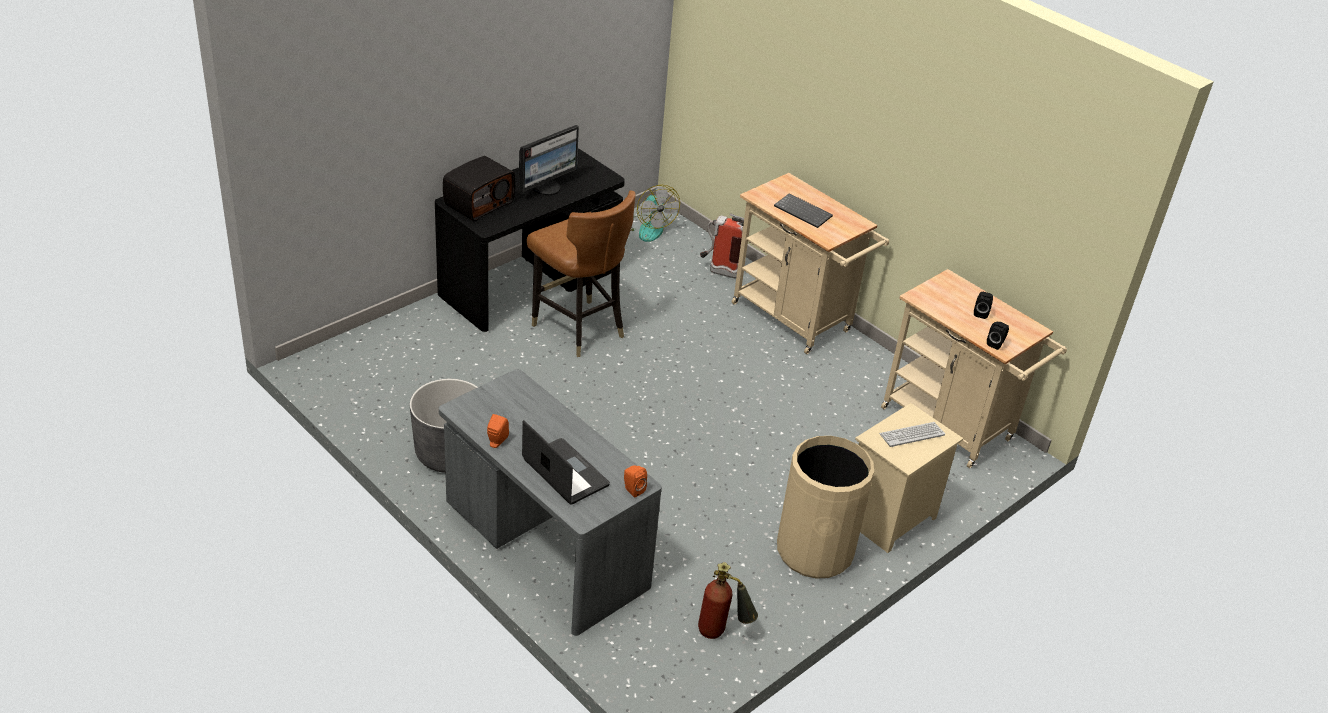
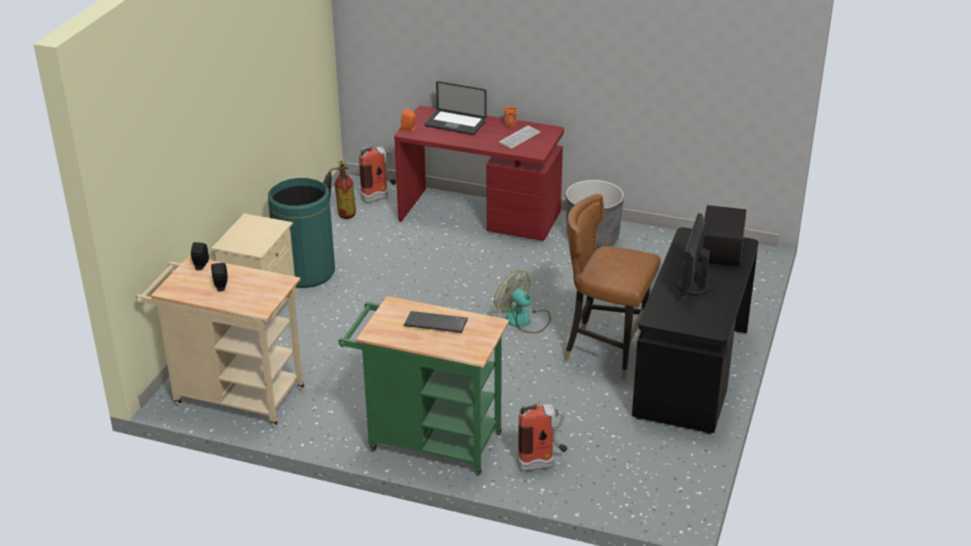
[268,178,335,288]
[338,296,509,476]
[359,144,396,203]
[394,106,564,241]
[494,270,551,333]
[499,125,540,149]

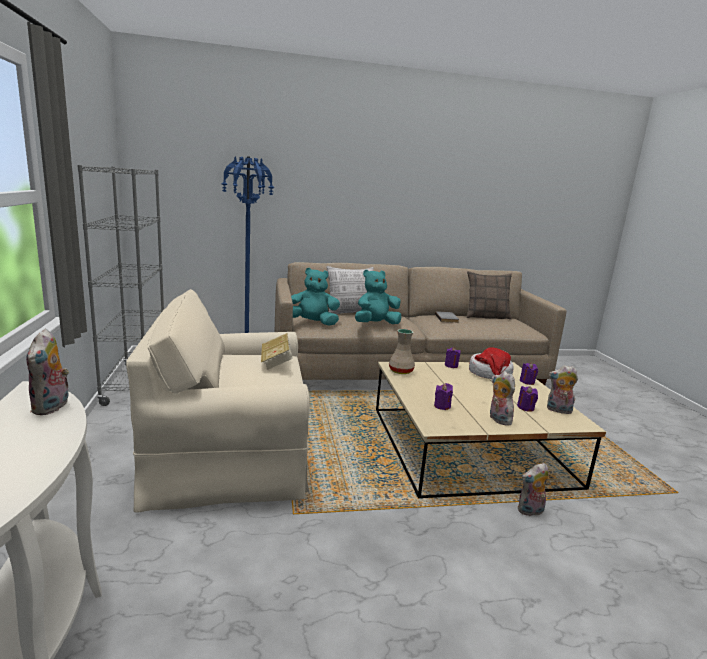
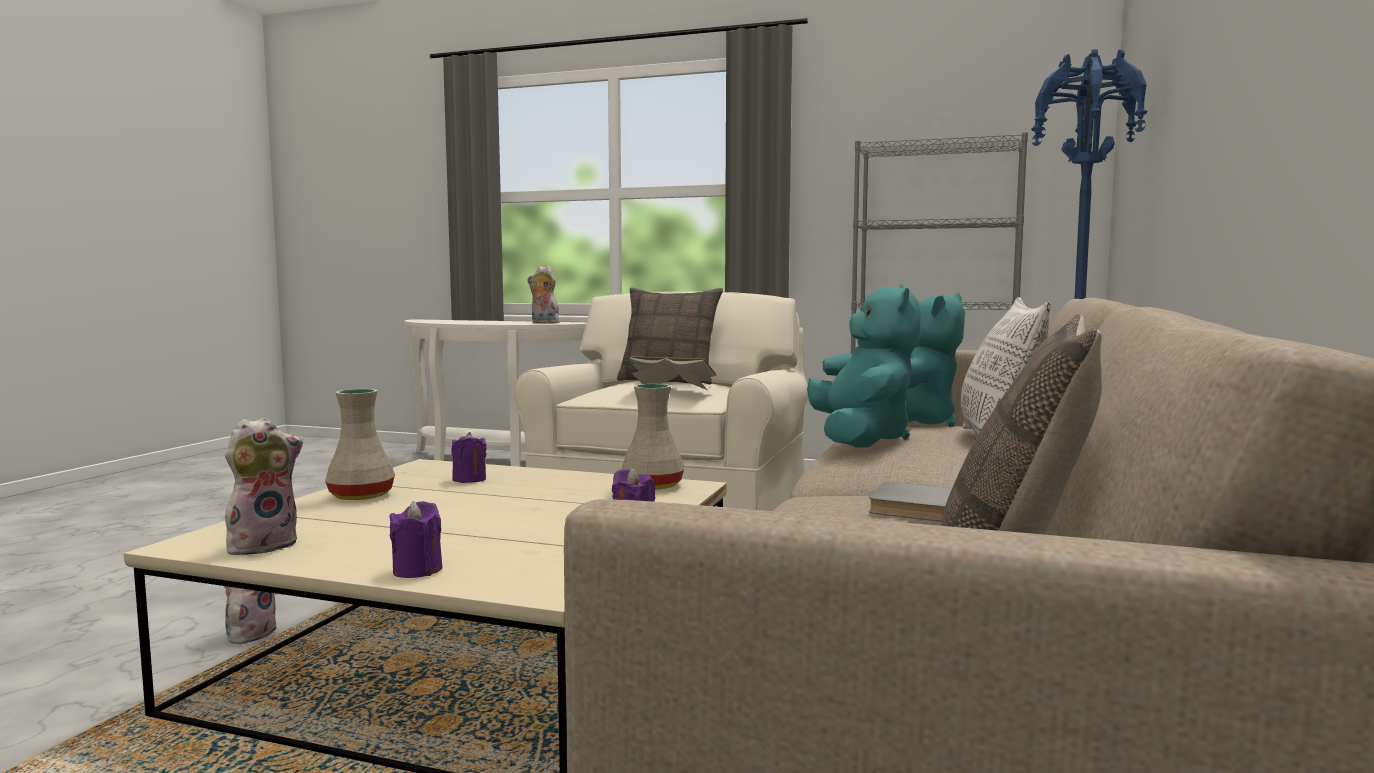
[325,389,395,500]
[617,287,723,385]
[469,347,513,383] (first image)
[517,386,538,412] (first image)

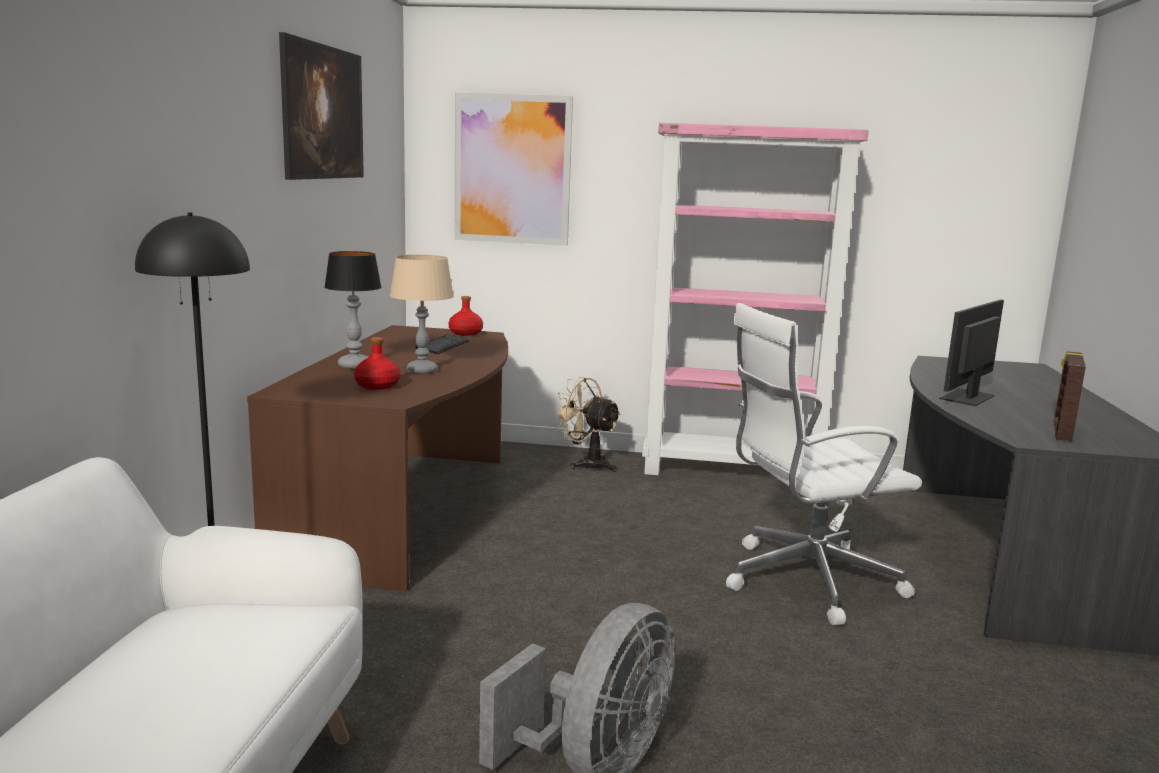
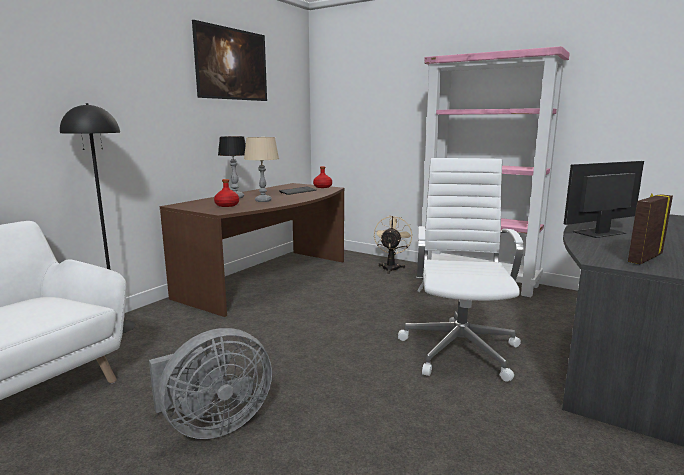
[374,216,413,274]
[398,158,523,382]
[455,93,573,246] (first image)

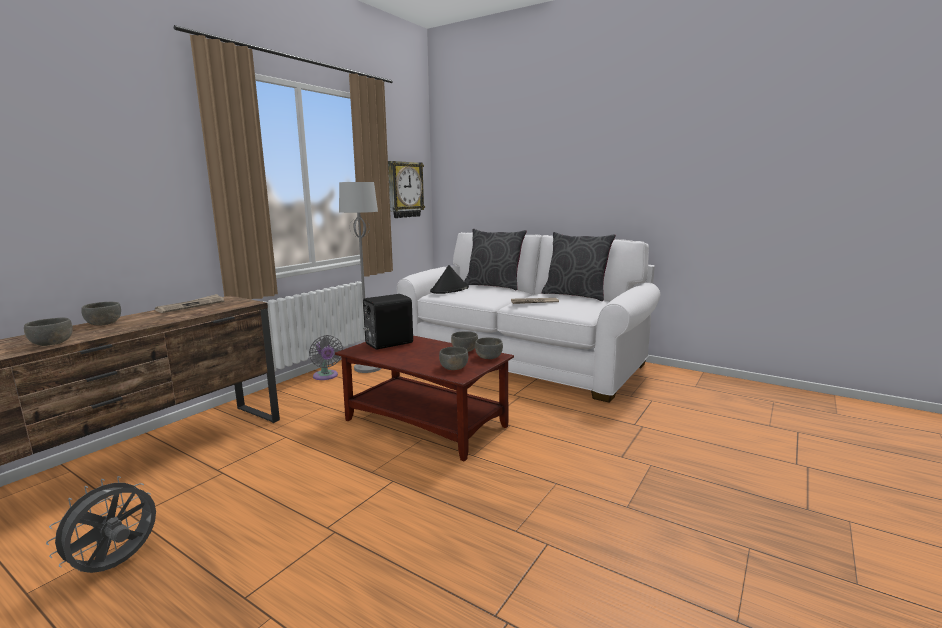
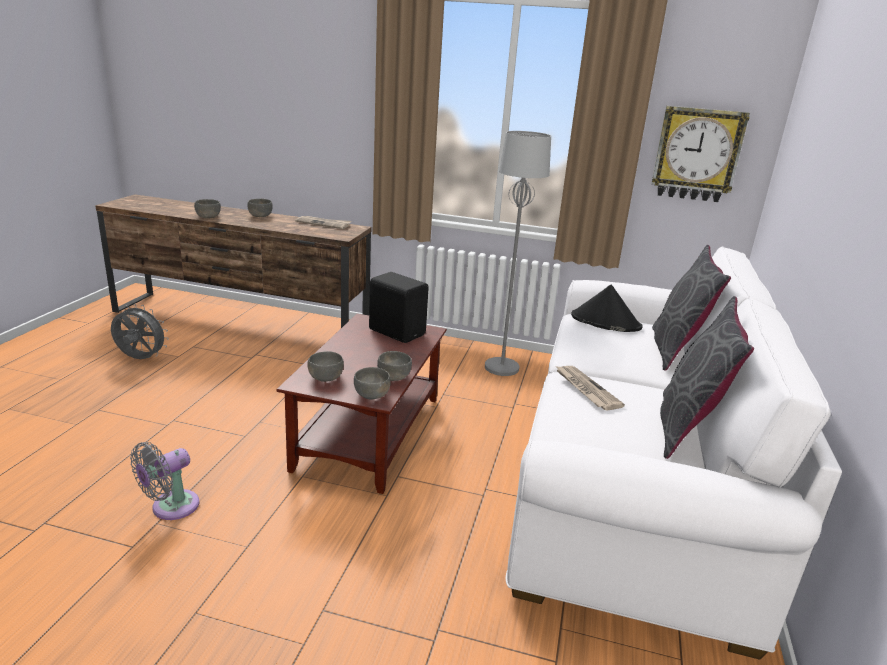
[130,442,199,520]

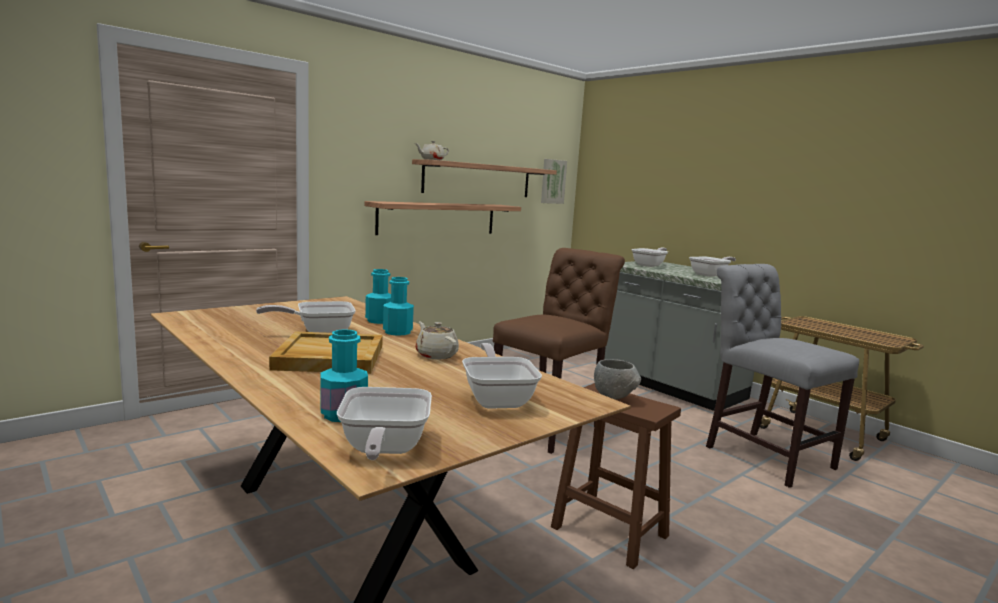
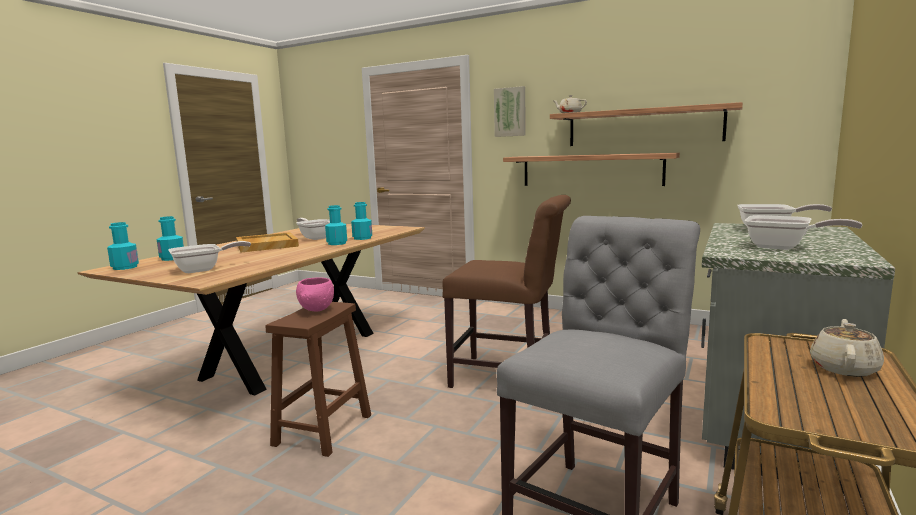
[107,222,139,270]
[296,277,334,311]
[494,86,526,137]
[810,319,884,377]

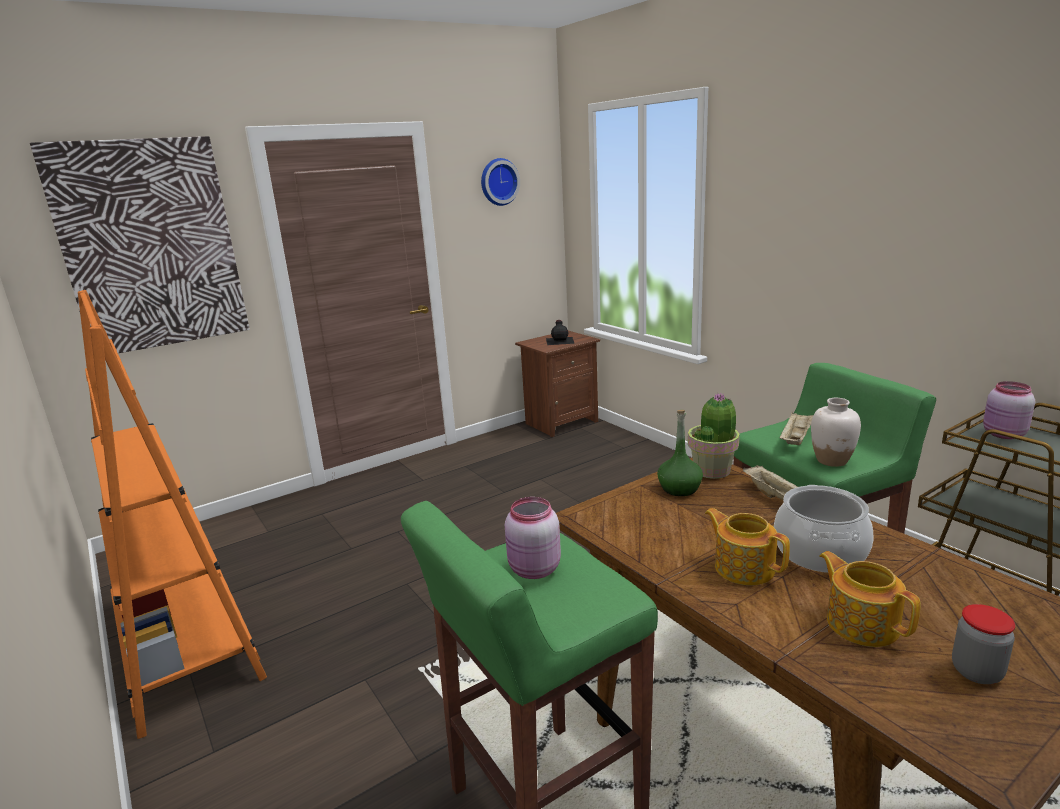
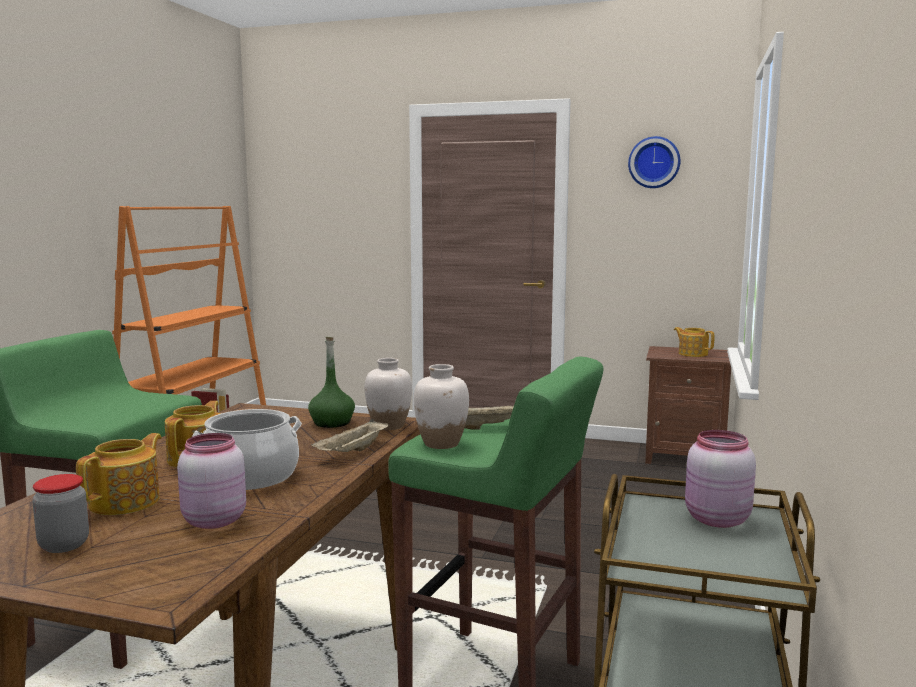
[177,433,246,529]
[365,358,412,430]
[674,327,714,357]
[30,136,250,353] (first image)

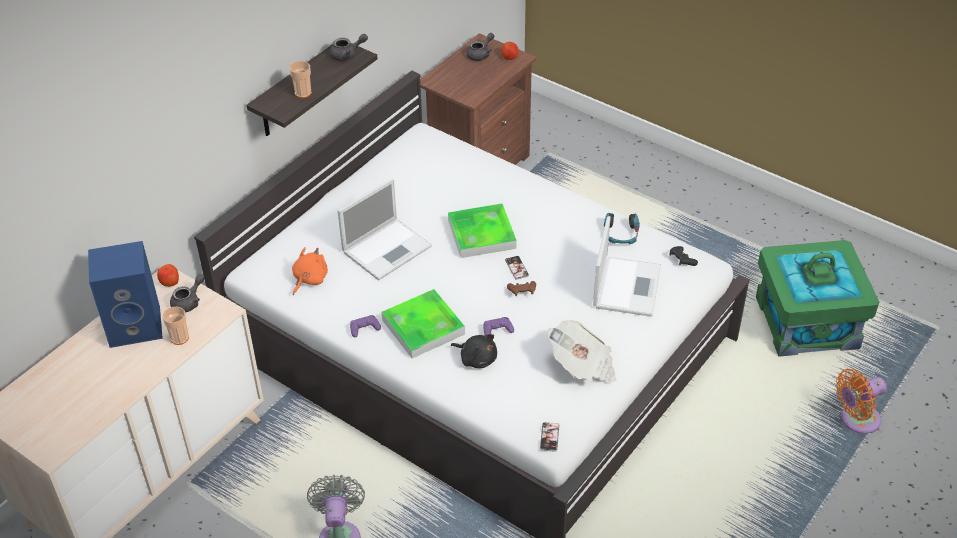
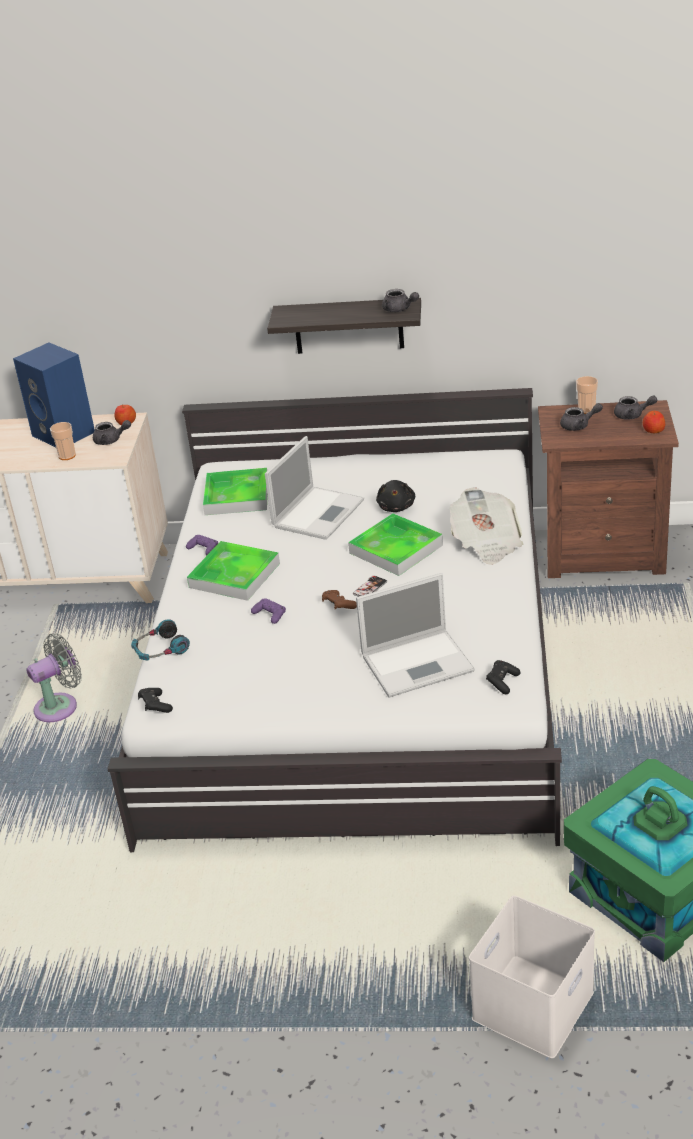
[131,619,190,661]
[138,688,173,713]
[203,468,268,515]
[265,436,364,540]
[376,480,415,512]
[449,488,523,565]
[469,896,595,1058]
[560,403,603,431]
[576,376,598,414]

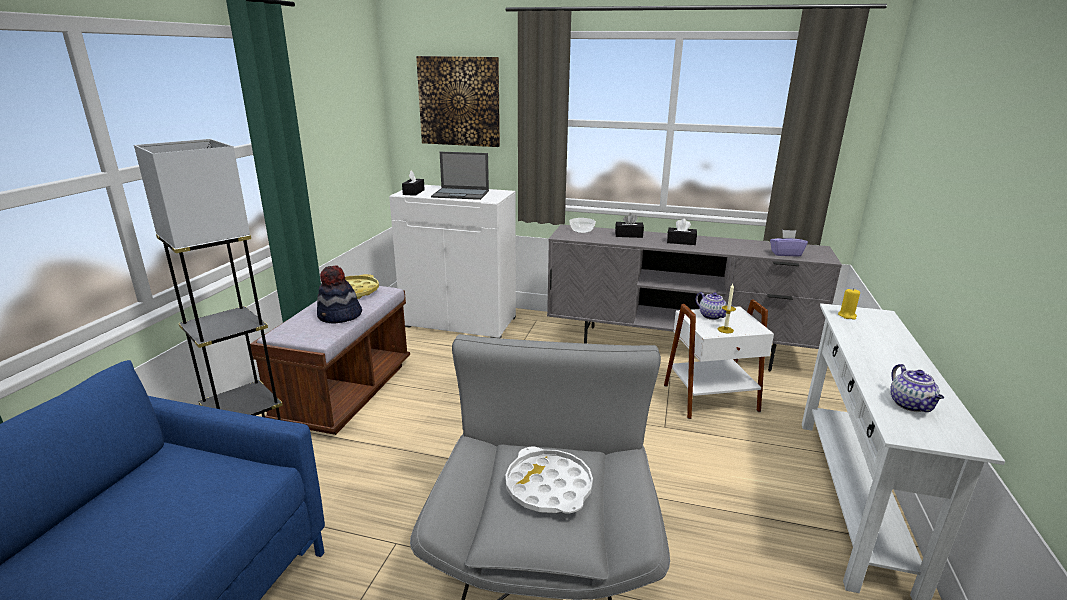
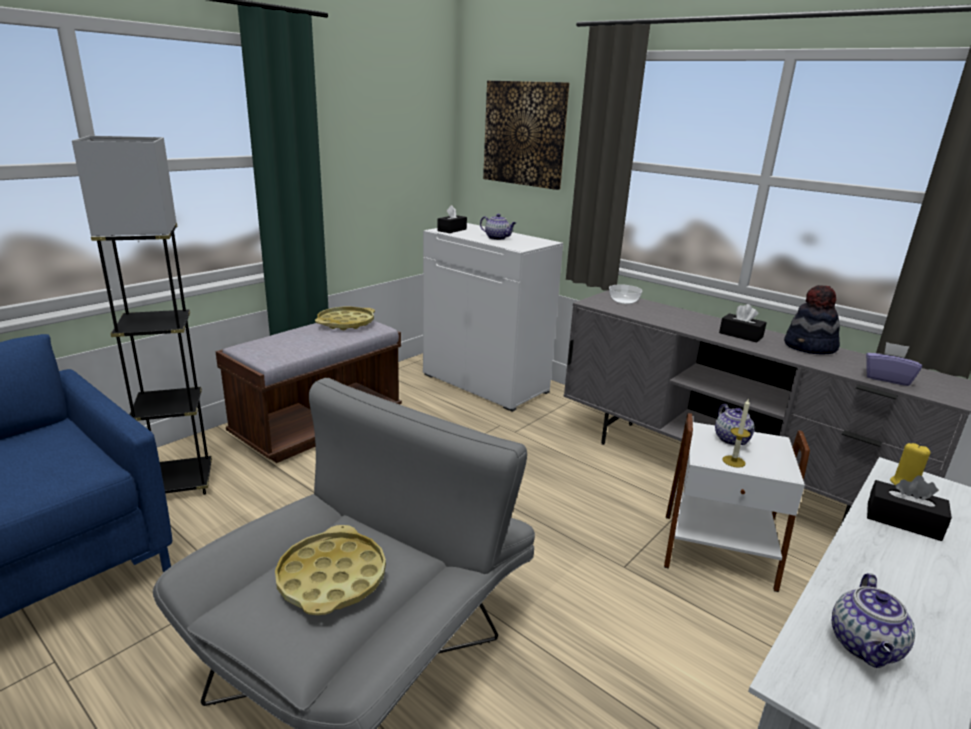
[275,525,386,615]
[480,214,516,240]
[784,285,840,354]
[867,476,952,541]

